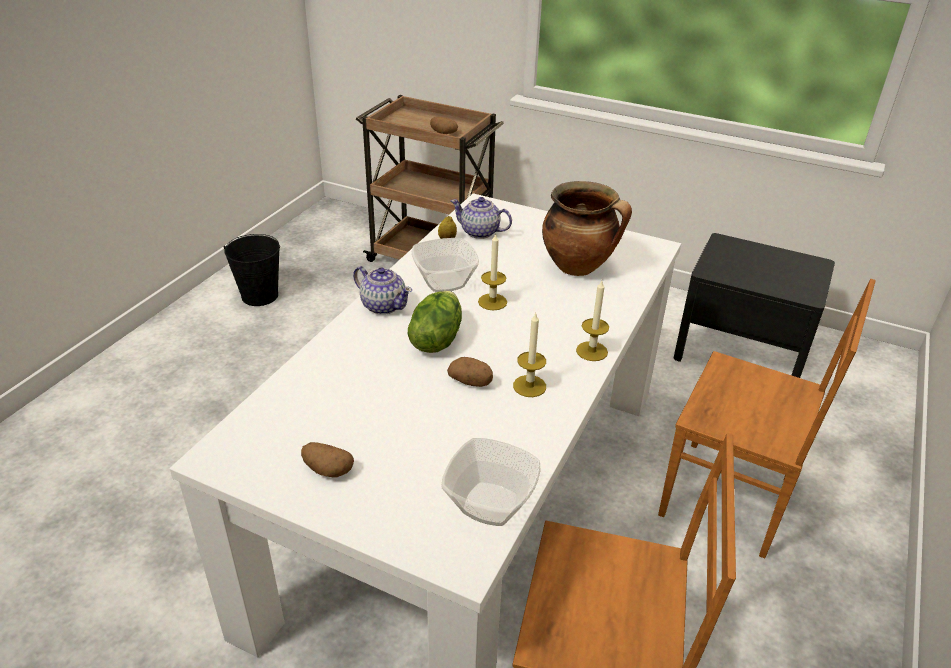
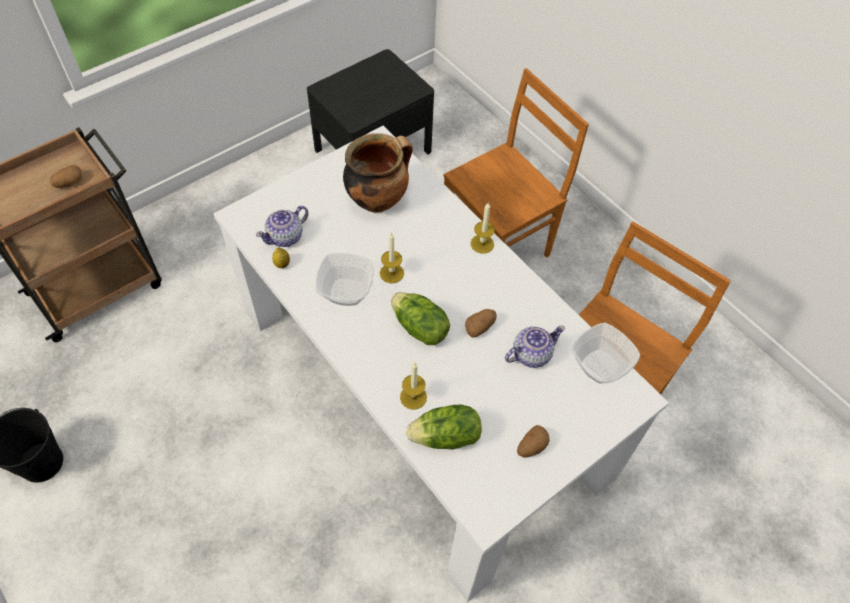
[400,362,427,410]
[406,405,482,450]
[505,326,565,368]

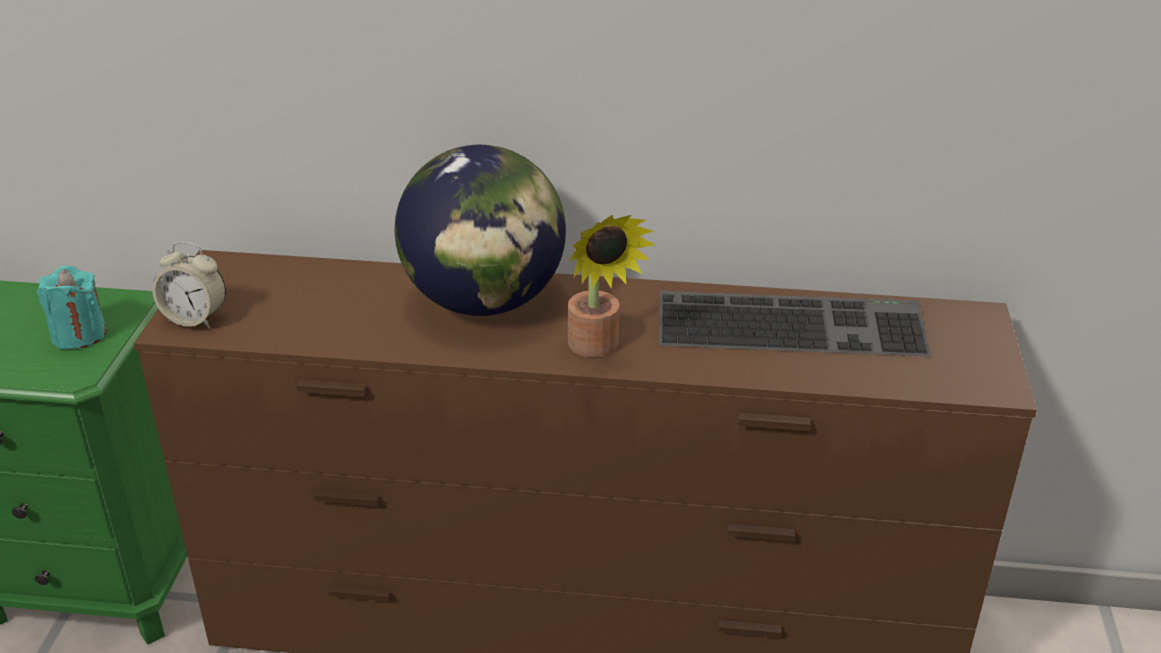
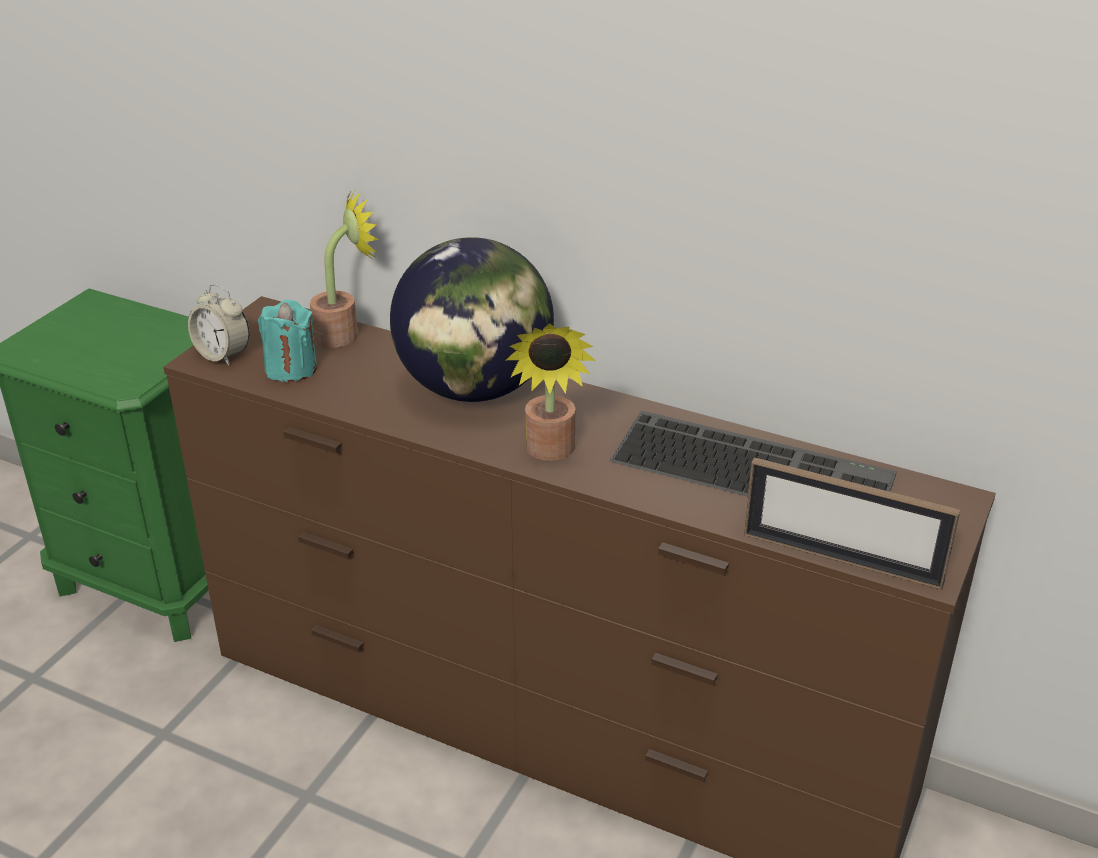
[258,299,317,382]
[310,190,379,348]
[744,457,960,590]

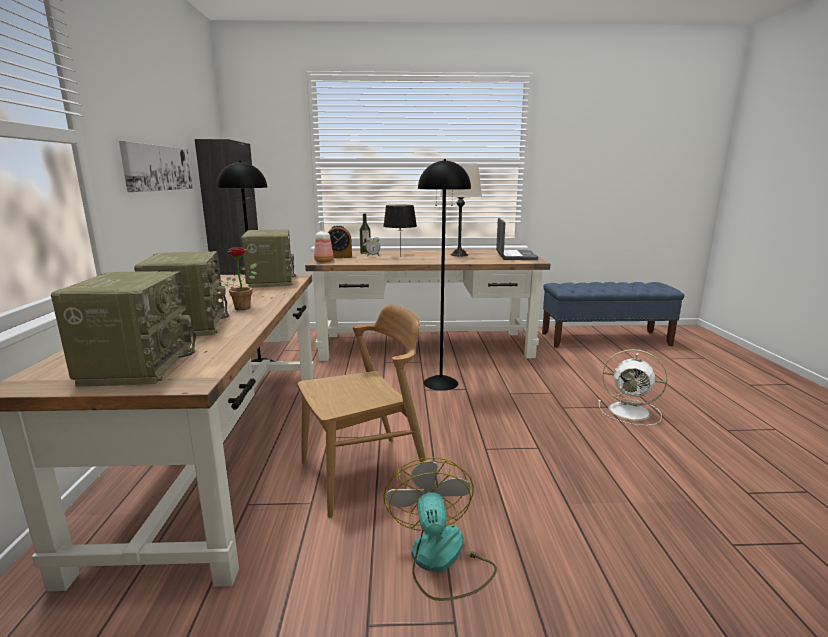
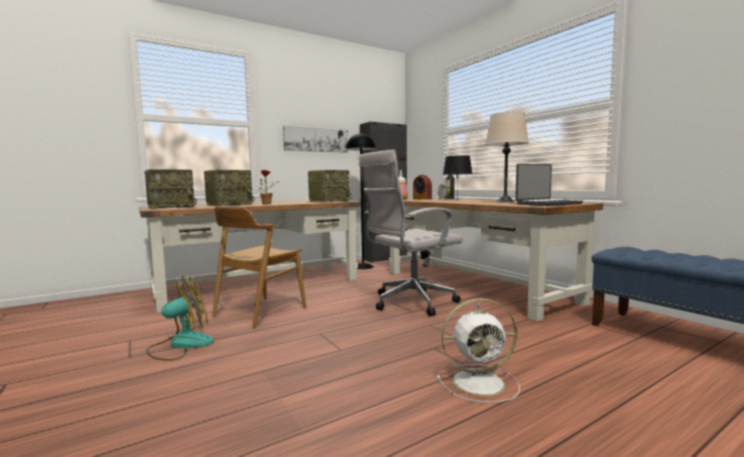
[212,206,306,329]
[359,149,463,316]
[436,298,520,403]

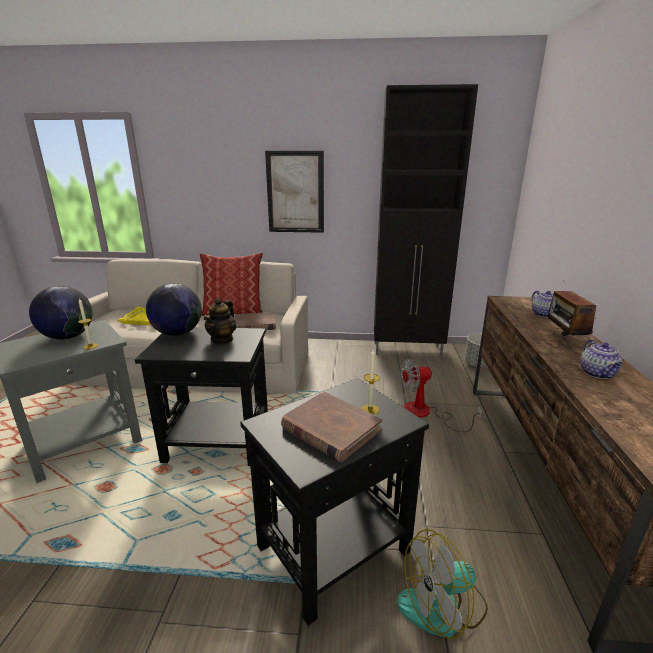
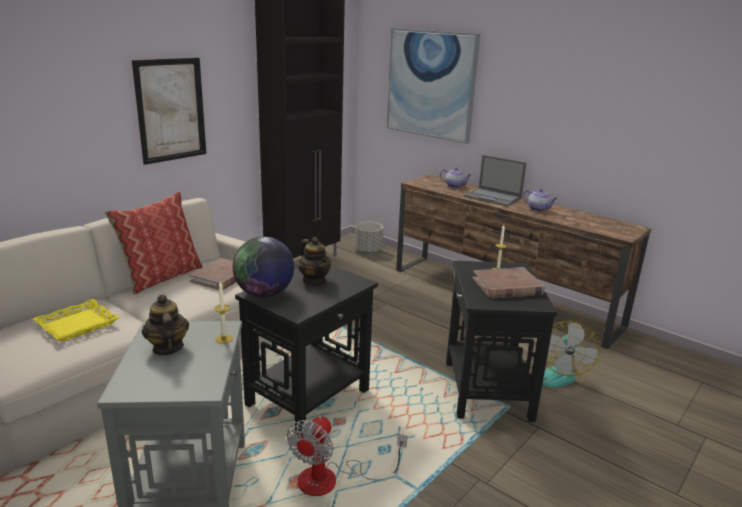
[142,294,189,356]
[287,416,407,496]
[387,28,480,144]
[464,155,526,206]

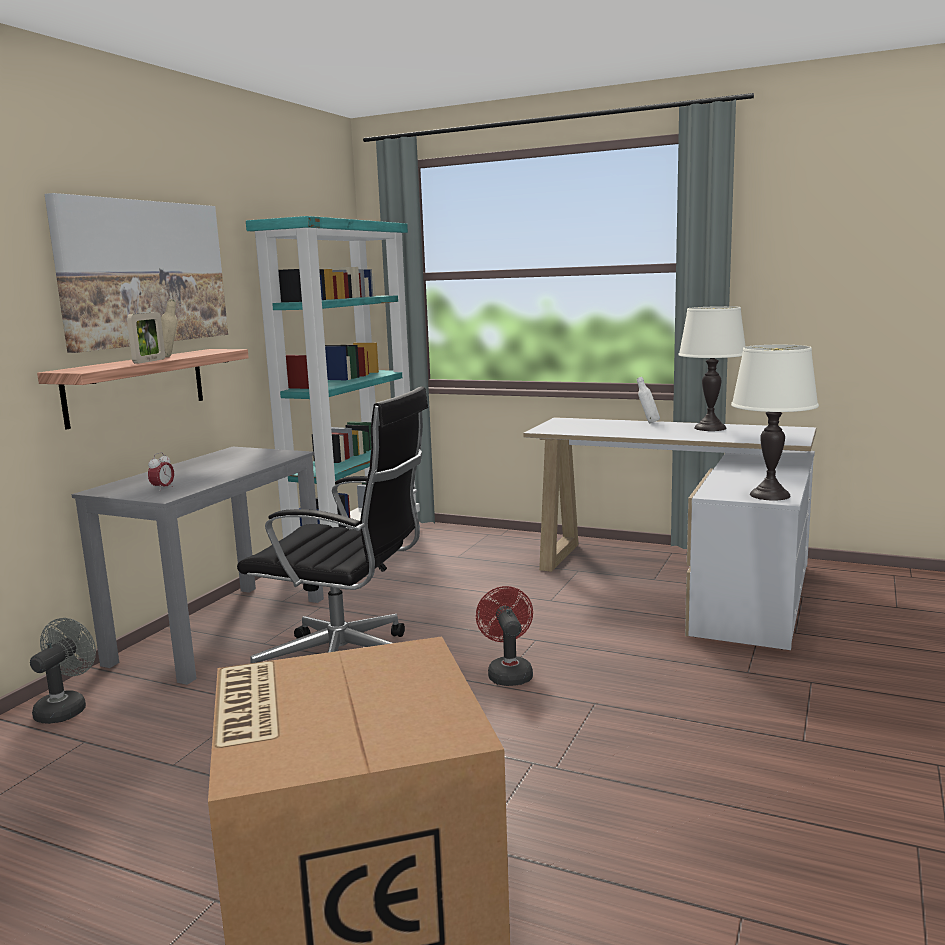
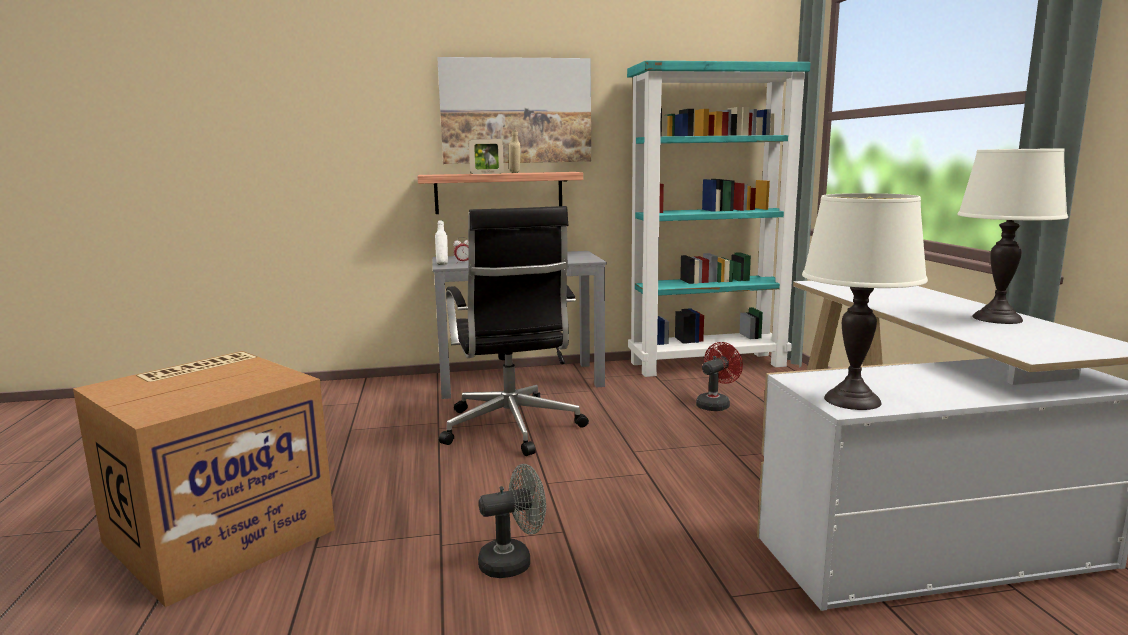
[435,220,448,265]
[478,464,546,578]
[696,342,743,411]

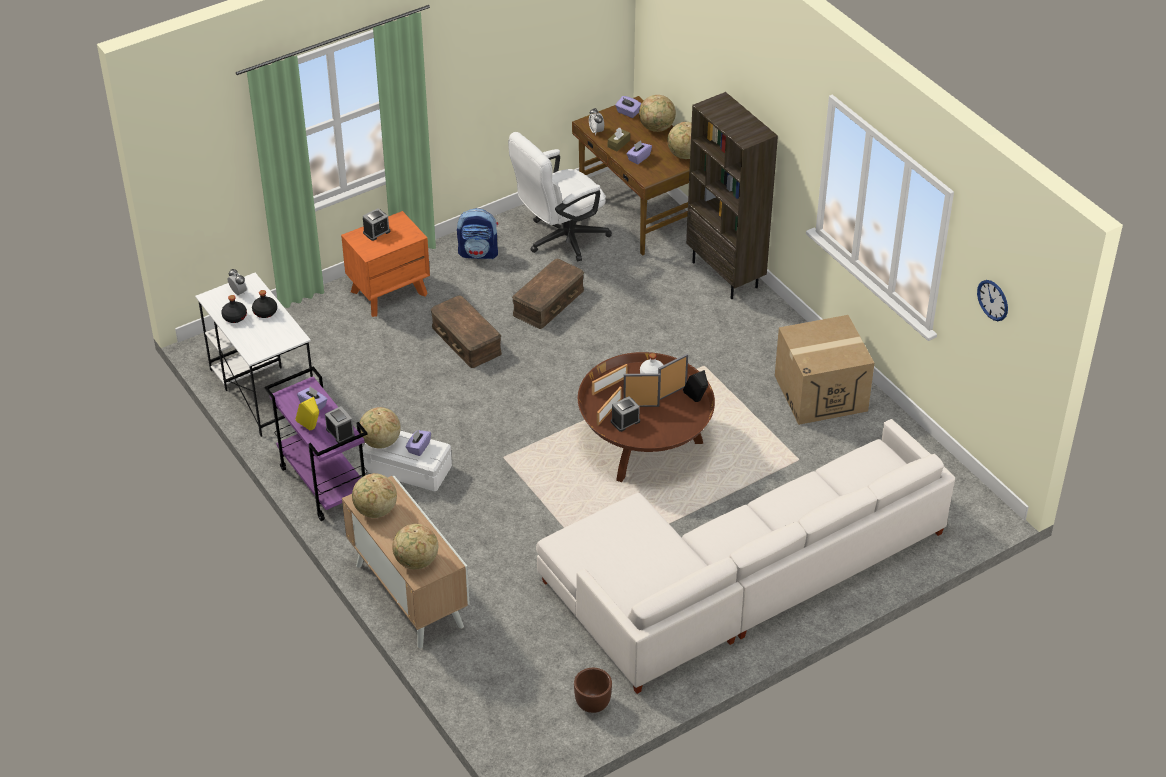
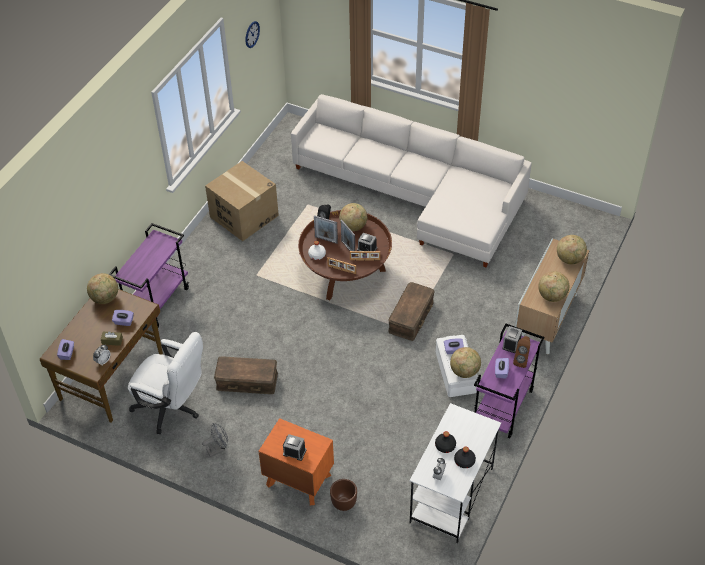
[109,223,189,328]
[202,423,228,457]
[330,479,357,511]
[339,203,367,231]
[388,282,435,341]
[513,336,530,368]

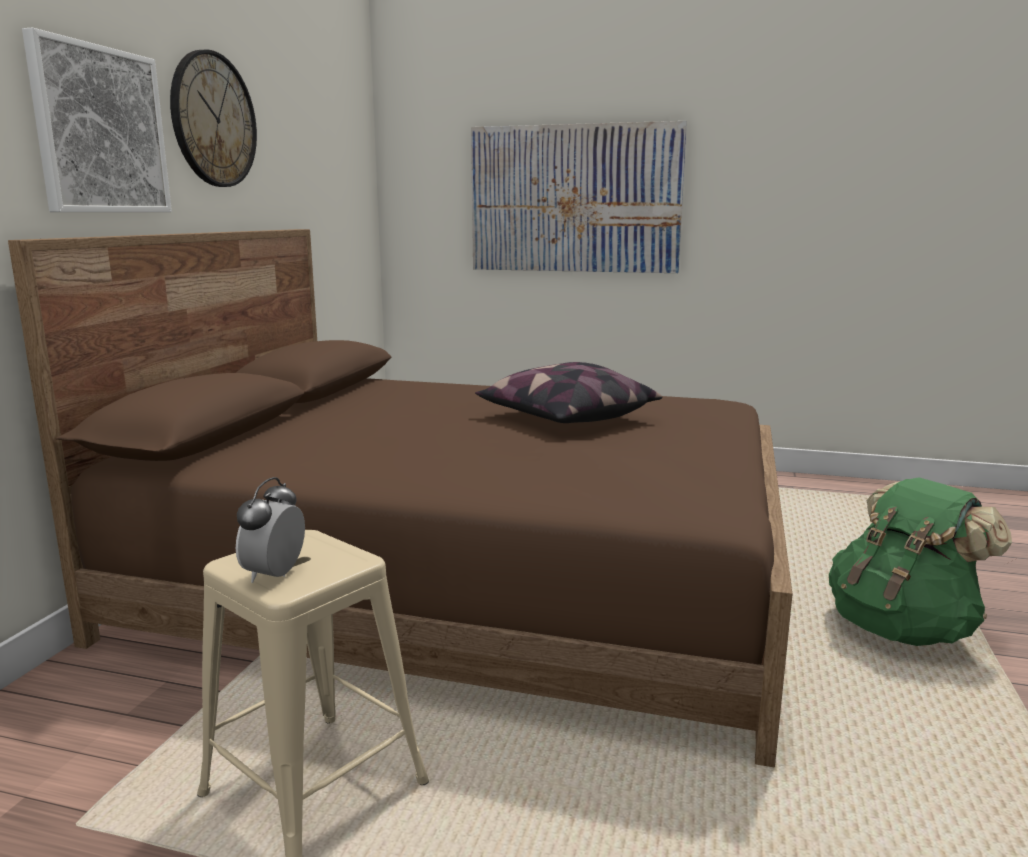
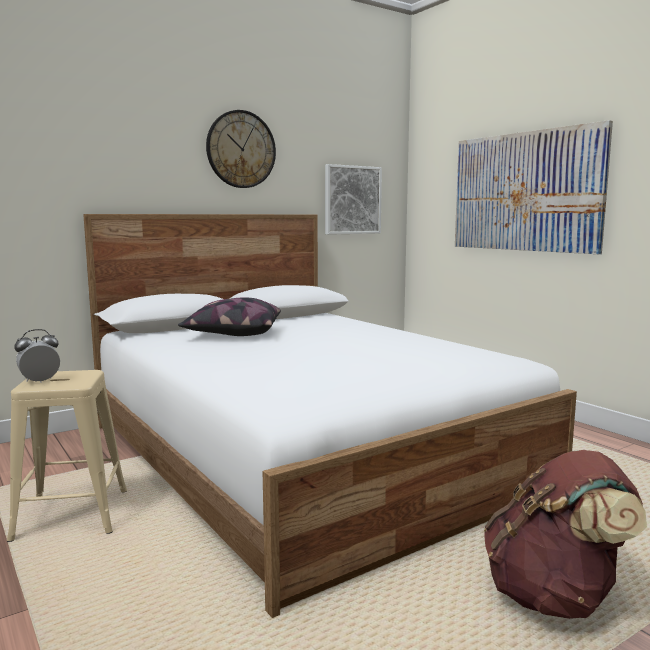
[83,214,577,618]
[178,298,281,336]
[325,164,382,235]
[484,450,647,619]

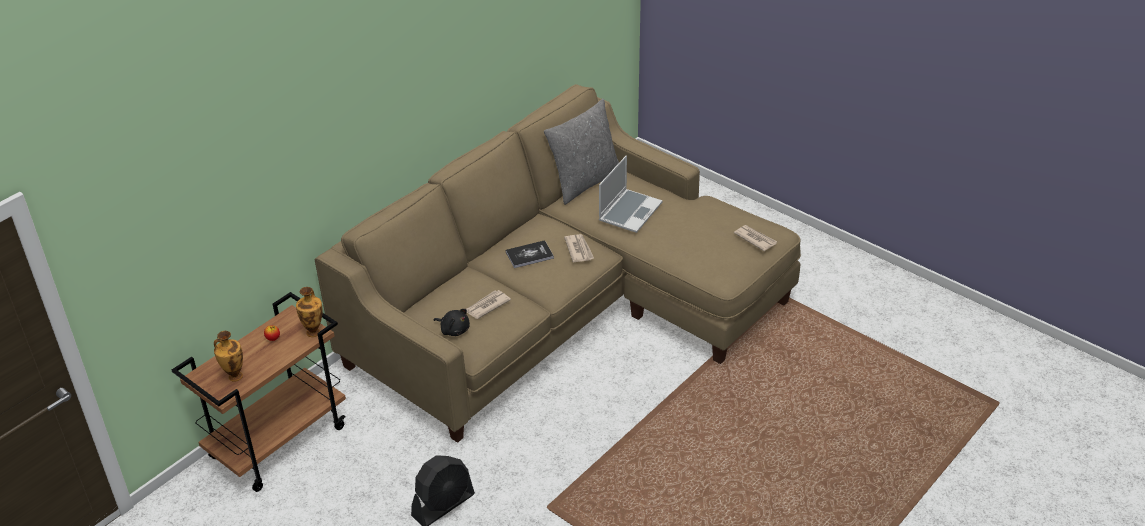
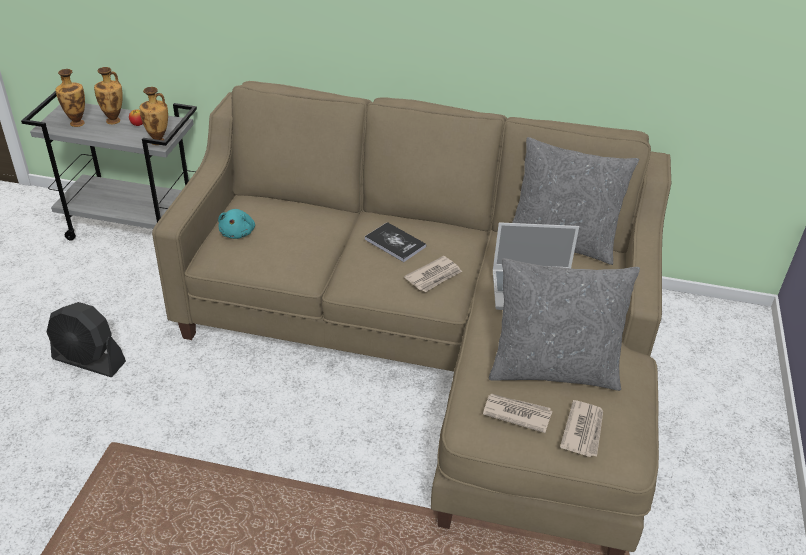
[21,91,197,241]
[94,67,123,124]
[218,209,255,239]
[483,394,552,433]
[489,258,640,391]

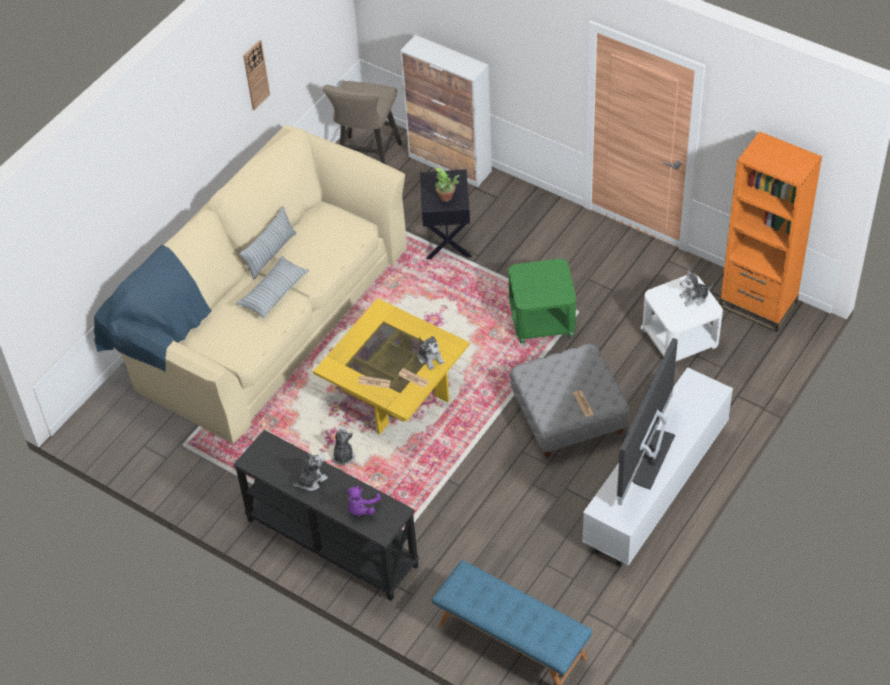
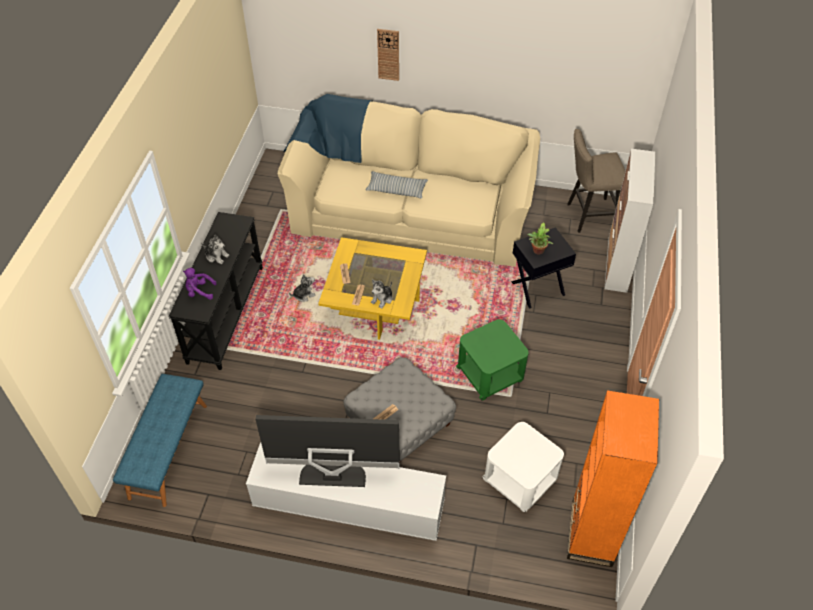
[377,29,399,81]
[240,206,296,280] (first image)
[679,270,713,307] (first image)

